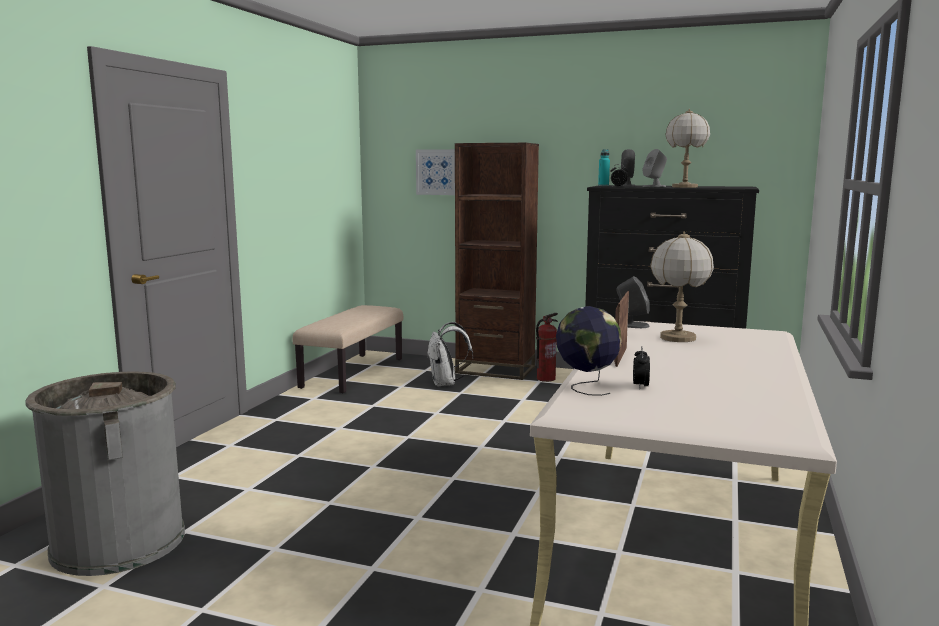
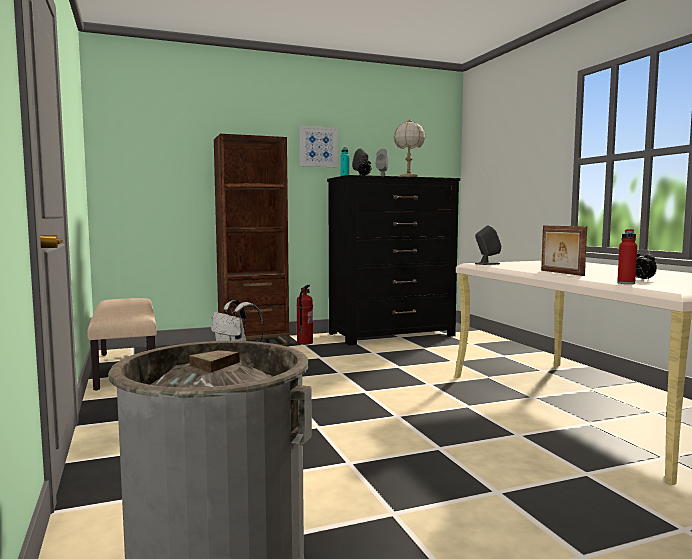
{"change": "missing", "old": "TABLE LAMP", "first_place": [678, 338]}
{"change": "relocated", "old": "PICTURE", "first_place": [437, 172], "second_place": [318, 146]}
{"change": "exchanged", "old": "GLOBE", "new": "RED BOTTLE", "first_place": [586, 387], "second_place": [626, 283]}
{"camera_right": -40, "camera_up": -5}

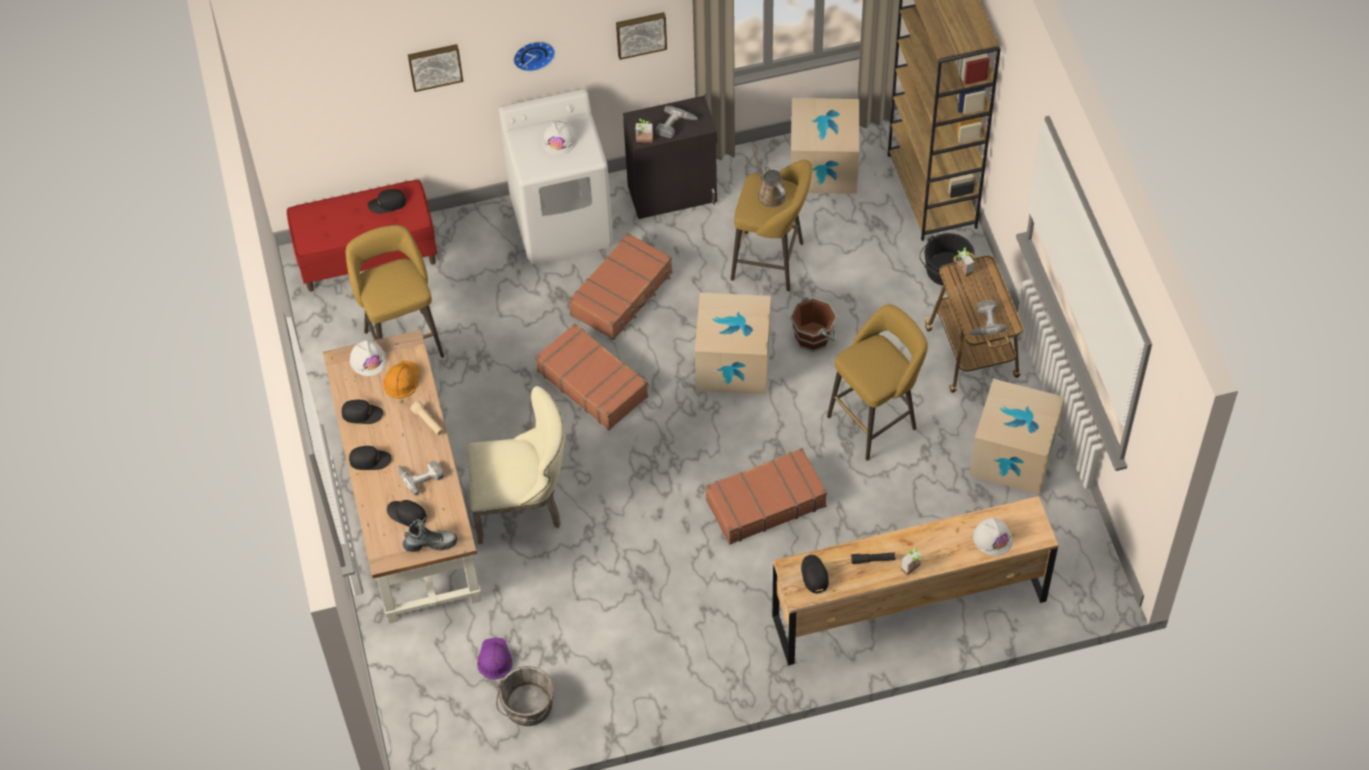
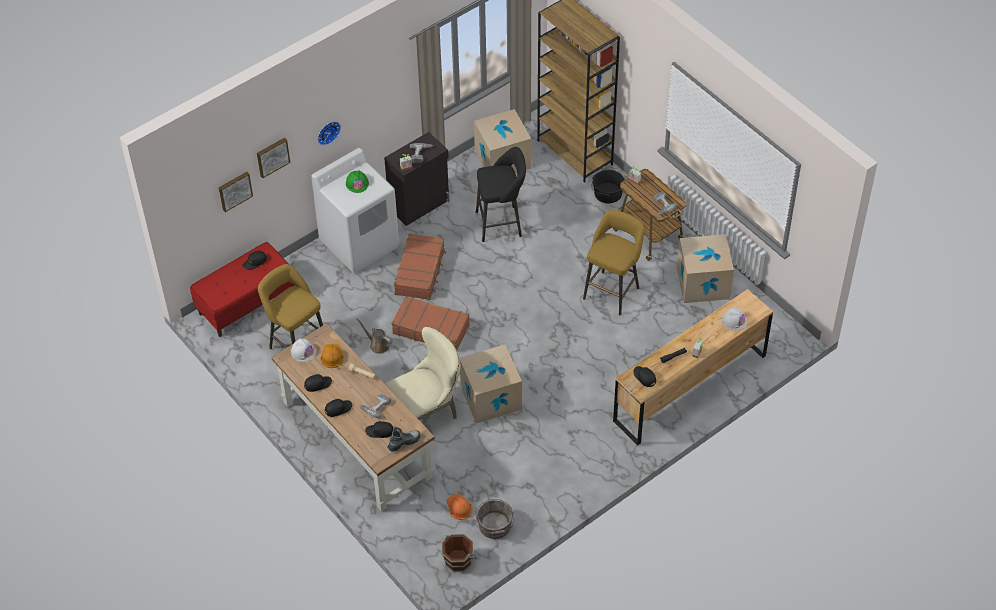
{"change": "missing", "old": "BROWN SUITCASE", "first_place": [765, 502]}
{"change": "relocated", "old": "PICTURE", "first_place": [641, 33], "second_place": [234, 190]}
{"change": "relocated", "old": "CARDBOARD BOX", "first_place": [733, 363], "second_place": [491, 398]}
{"change": "relocated", "old": "BROWN WATERING CAN", "first_place": [769, 193], "second_place": [377, 345]}
{"change": "relocated", "old": "BROWN BUCKET", "first_place": [813, 336], "second_place": [458, 560]}
{"change": "colour", "old": "PURPLE HARD HAT", "new": "ORANGE HARD HAT", "first_place": [494, 659], "second_place": [459, 507]}
{"change": "colour", "old": "WHITE HARD HAT", "new": "GREEN HARD HAT", "first_place": [559, 140], "second_place": [357, 183]}
{"change": "colour", "old": "YELLOW STOOL", "new": "BLACK STOOL", "first_place": [772, 262], "second_place": [502, 223]}
{"camera_right": -25, "camera_up": -5}

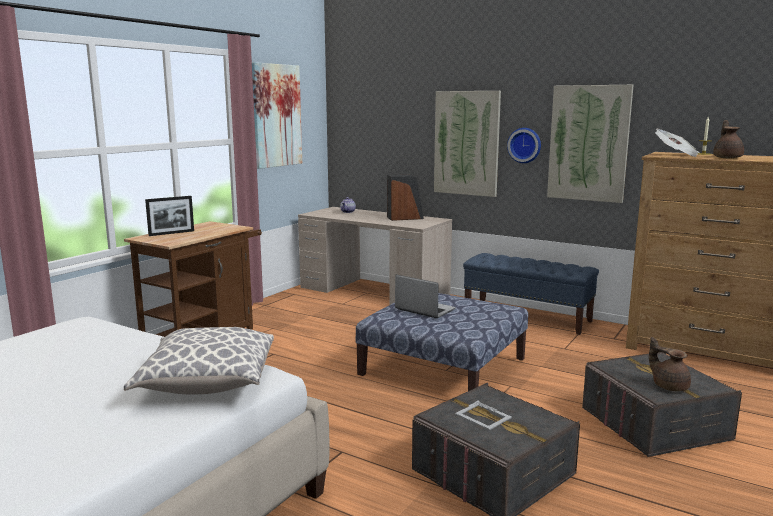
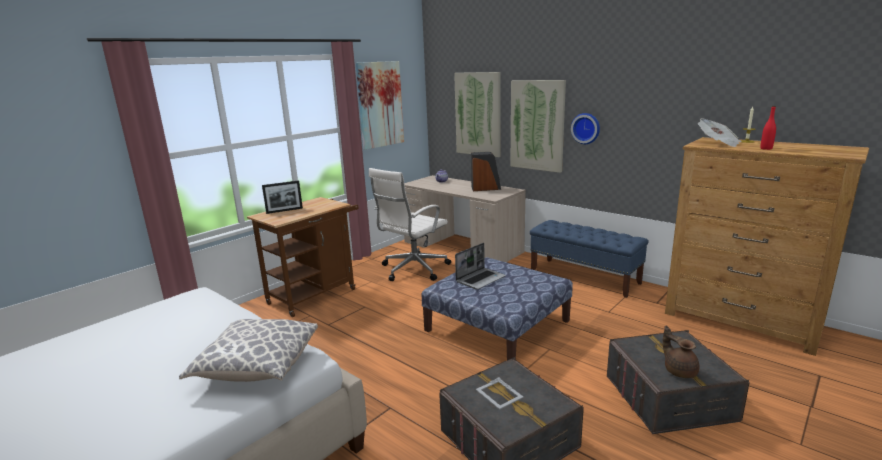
{"change": "appeared", "new": "WHITE OFFICE CHAIR", "second_place": [413, 269]}
{"change": "relocated", "old": "PICTURE", "first_place": [588, 143], "second_place": [478, 114]}
{"change": "exchanged", "old": "BROWN TEAPOT", "new": "RED BOTTLE", "first_place": [727, 158], "second_place": [766, 148]}
{"change": "spun", "old": "LAPTOP", "first_place": [424, 309], "second_place": [480, 279], "degrees": 90}
{"camera_right": 10, "camera_up": 5}

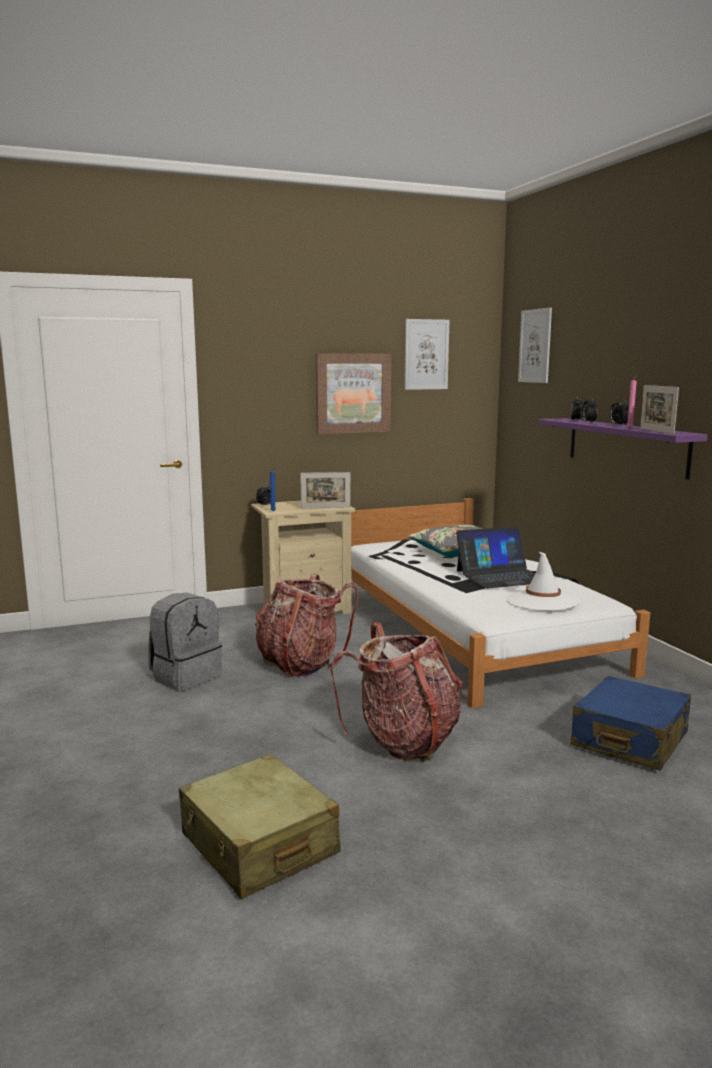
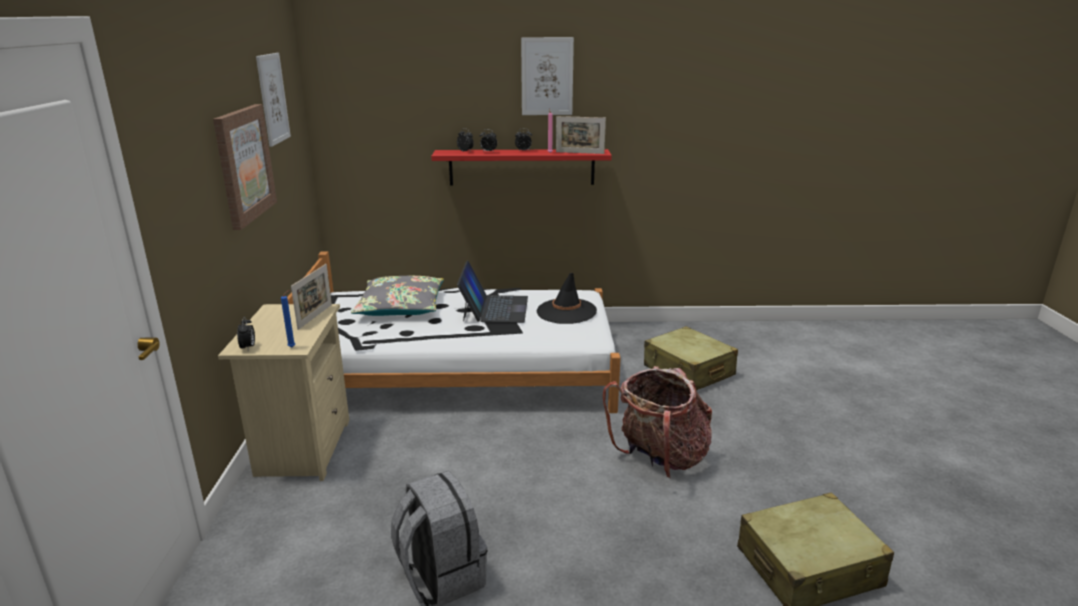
{"change": "missing", "old": "BACKPACK", "first_place": [301, 663]}
{"change": "relocated", "old": "PICTURE", "first_place": [535, 346], "second_place": [547, 76]}
{"change": "colour", "old": "WHITE HAT", "new": "BLACK HAT", "first_place": [542, 601], "second_place": [566, 311]}
{"change": "colour", "old": "PURPLE SHELF", "new": "RED SHELF", "first_place": [626, 446], "second_place": [522, 167]}
{"change": "colour", "old": "BLUE SUITCASE", "new": "BEIGE SUITCASE", "first_place": [629, 740], "second_place": [688, 371]}
{"camera_right": -70, "camera_up": 10}

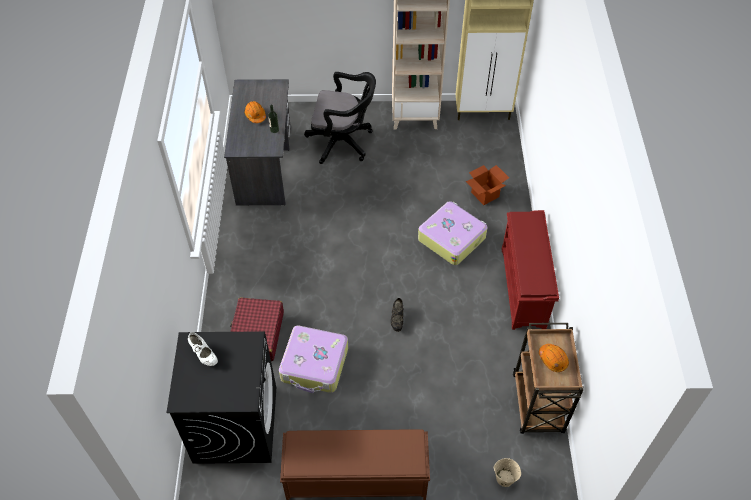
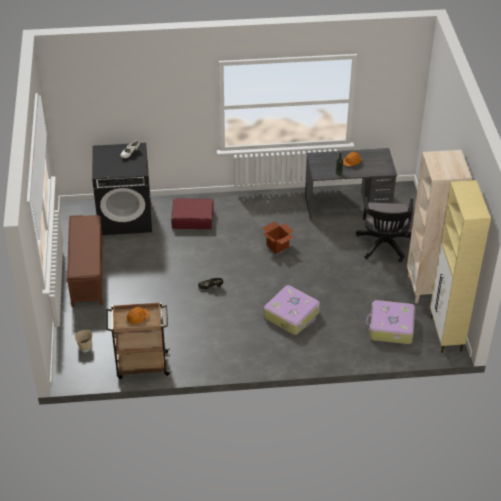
{"change": "missing", "old": "RED SHOE RACK", "first_place": [524, 288]}
{"change": "relocated", "old": "SUITCASE", "first_place": [315, 365], "second_place": [390, 327]}
{"change": "relocated", "old": "CARDBOARD BOX", "first_place": [485, 194], "second_place": [277, 246]}
{"camera_right": 85, "camera_up": -10}

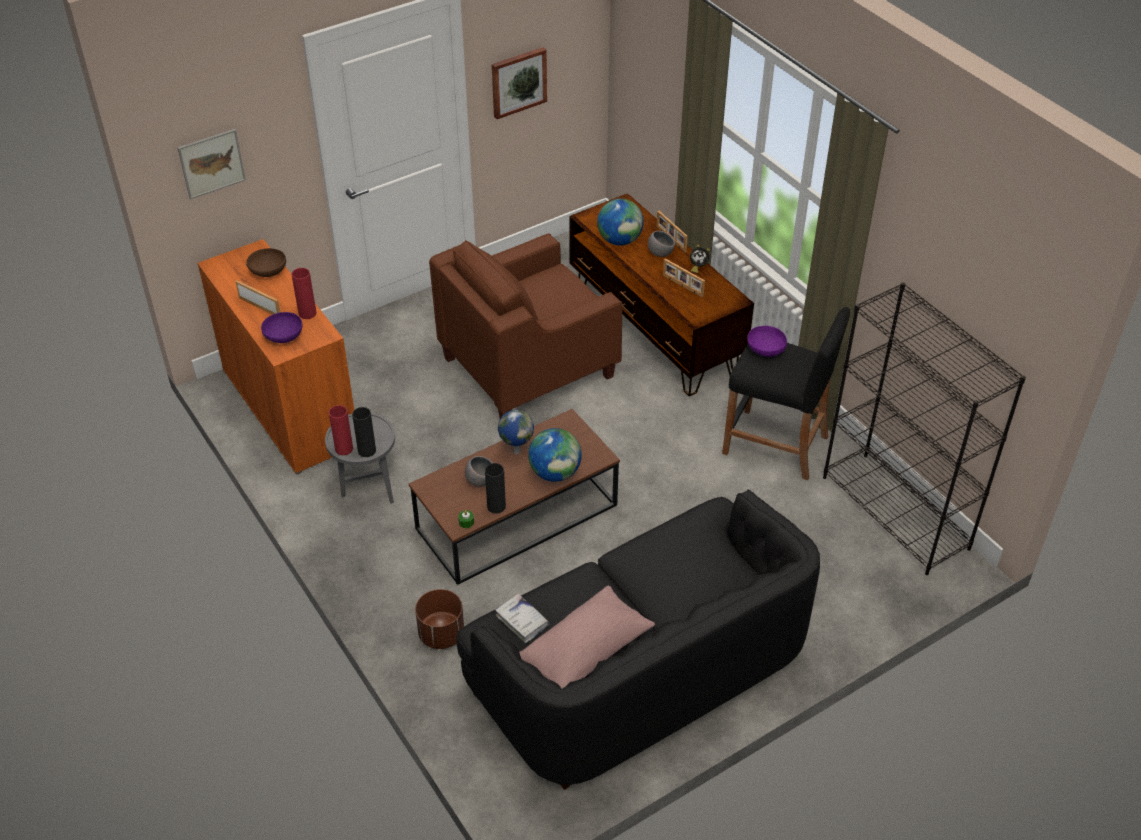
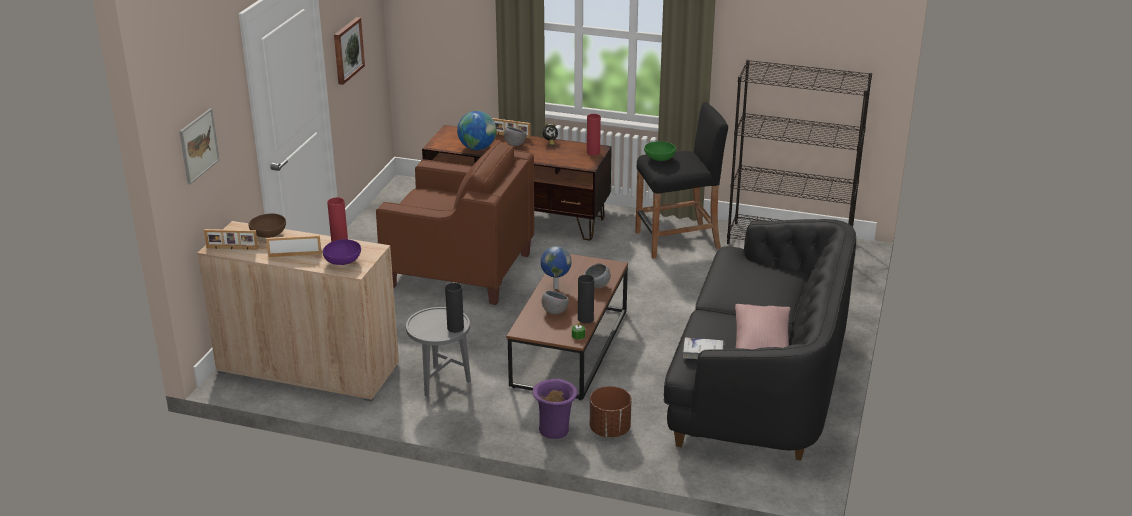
{"change": "appeared", "new": "PURPLE VASE", "second_place": [555, 430]}
{"change": "relocated", "old": "RED VASE", "first_place": [344, 449], "second_place": [593, 152]}
{"change": "relocated", "old": "PICTURE FRAME", "first_place": [682, 286], "second_place": [232, 248]}
{"change": "exchanged", "old": "GLOBE", "new": "GREY BOWL", "first_place": [555, 473], "second_place": [597, 286]}
{"change": "colour", "old": "ORANGE CABINET", "new": "BEIGE CABINET", "first_place": [290, 408], "second_place": [308, 368]}
{"change": "colour", "old": "PURPLE BOWL", "new": "GREEN BOWL", "first_place": [765, 350], "second_place": [659, 159]}
{"change": "spun", "old": "BROWN ARMCHAIR", "first_place": [528, 367], "second_place": [459, 270], "degrees": -90}
{"camera_right": -40, "camera_up": -15}

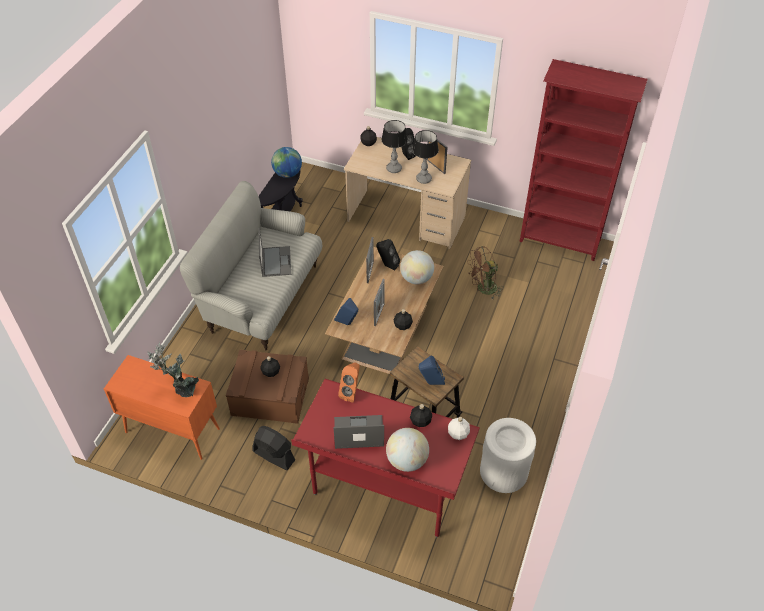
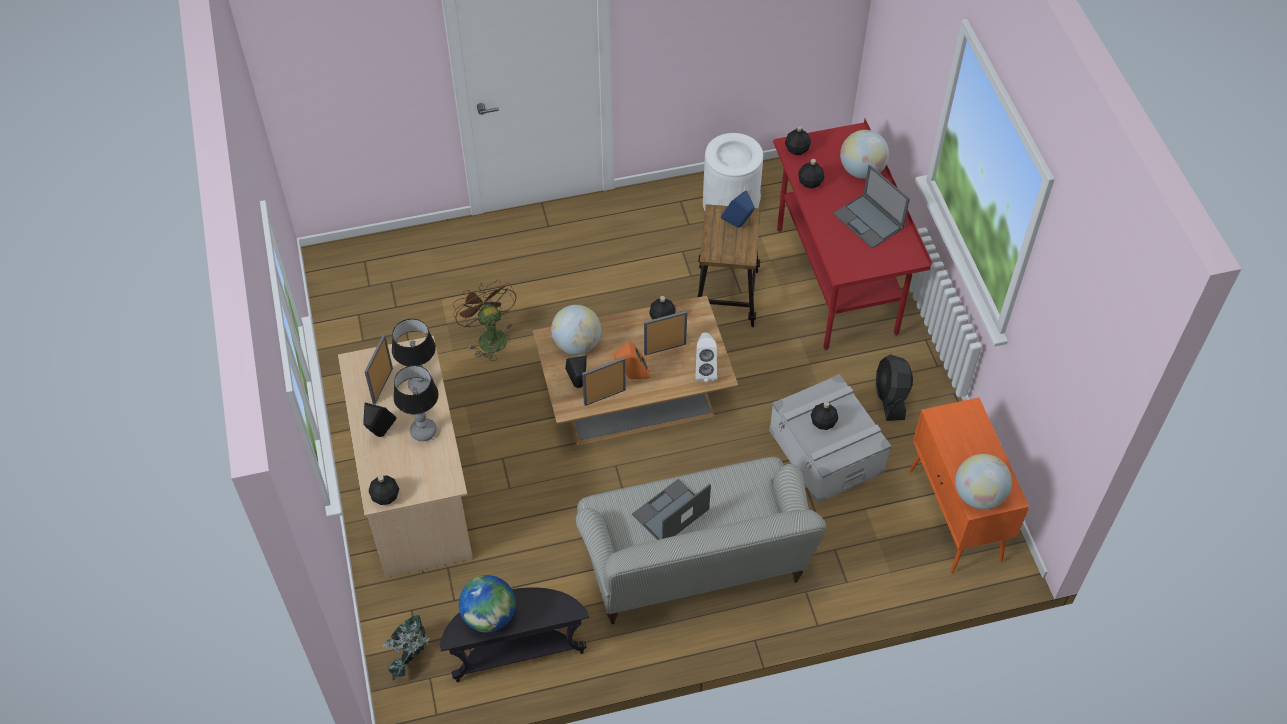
{"change": "missing", "old": "RED BOOKCASE", "first_place": [560, 241]}
{"change": "appeared", "new": "GLOBE", "second_place": [978, 495]}
{"change": "relocated", "old": "POTTED PLANT", "first_place": [181, 389], "second_place": [411, 660]}
{"change": "relocated", "old": "ORANGE SPEAKER", "first_place": [351, 392], "second_place": [632, 377]}
{"change": "colour", "old": "BROWN STORAGE BOX", "new": "GREY STORAGE BOX", "first_place": [270, 396], "second_place": [826, 451]}
{"change": "colour", "old": "BLUE SPEAKER", "new": "WHITE SPEAKER", "first_place": [347, 323], "second_place": [704, 371]}
{"change": "colour", "old": "WHITE BOTTLE", "new": "BLACK BOTTLE", "first_place": [458, 433], "second_place": [796, 150]}
{"change": "spun", "old": "BROWN FAN", "first_place": [483, 289], "second_place": [489, 336], "degrees": -150}
{"camera_right": -125, "camera_up": 5}

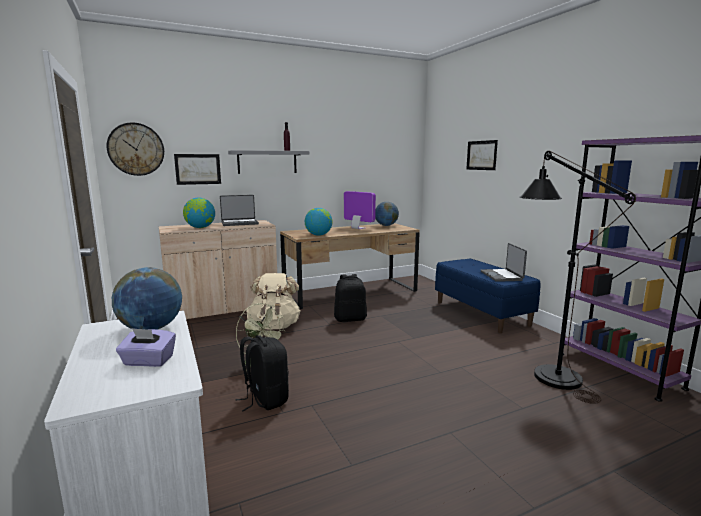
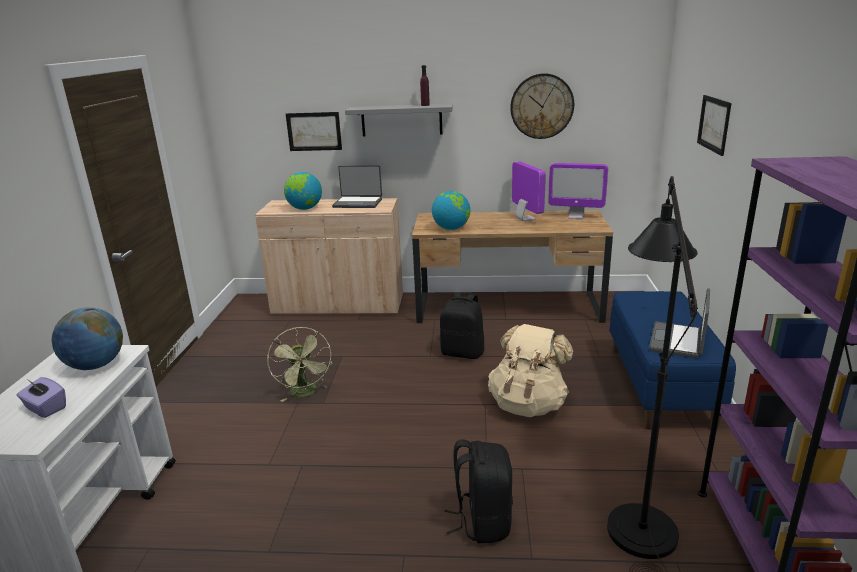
{"change": "relocated", "old": "WALL CLOCK", "first_place": [136, 149], "second_place": [542, 106]}
{"change": "relocated", "old": "BLACK BACKPACK", "first_place": [265, 399], "second_place": [482, 521]}
{"change": "relocated", "old": "BEIGE BACKPACK", "first_place": [274, 326], "second_place": [528, 404]}
{"change": "exchanged", "old": "GLOBE", "new": "MONITOR", "first_place": [386, 225], "second_place": [575, 216]}
{"camera_right": 30, "camera_up": 10}

